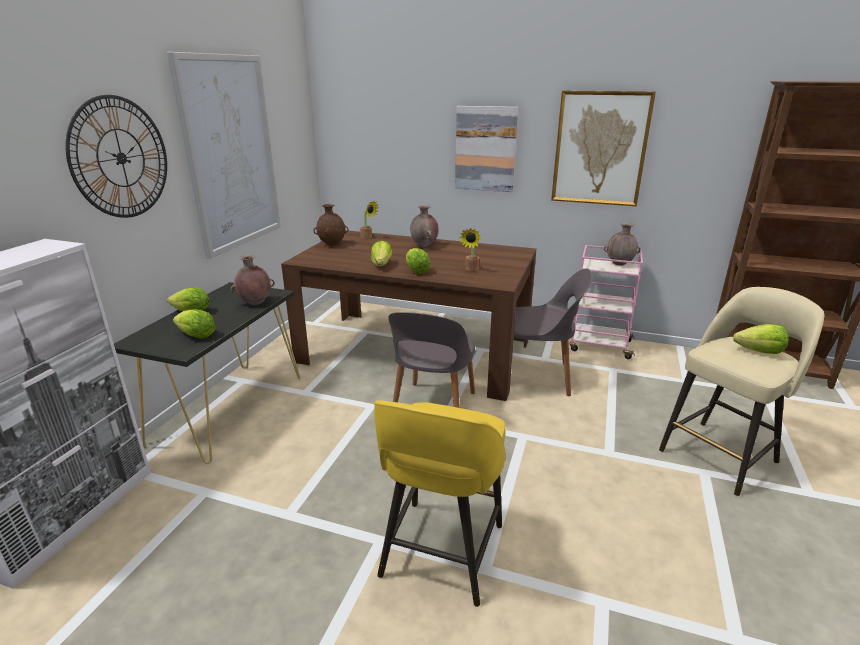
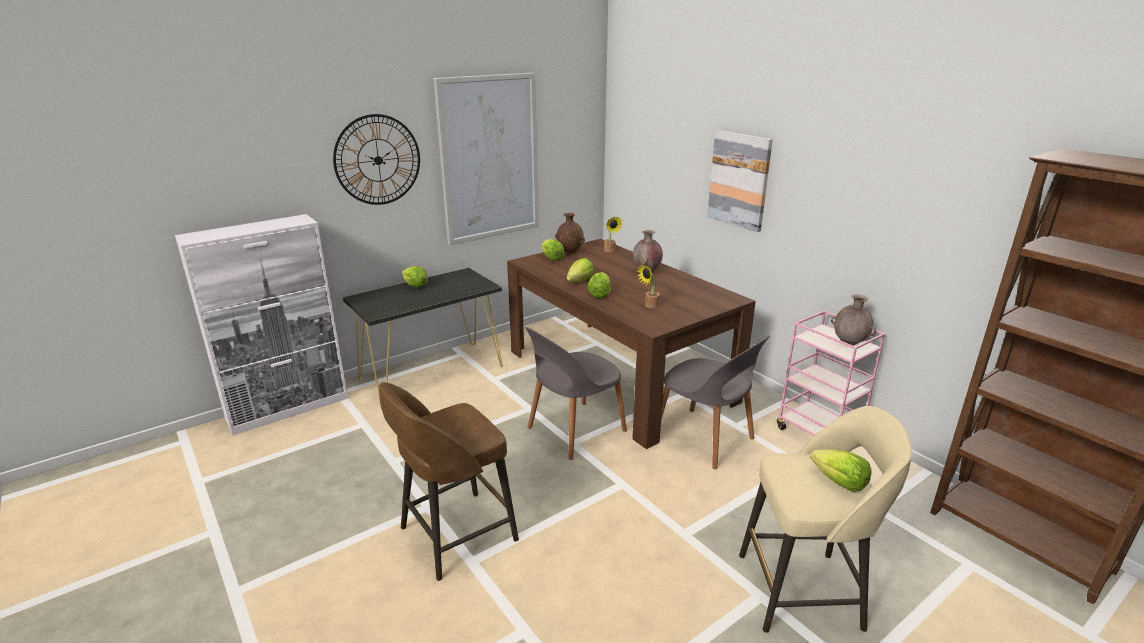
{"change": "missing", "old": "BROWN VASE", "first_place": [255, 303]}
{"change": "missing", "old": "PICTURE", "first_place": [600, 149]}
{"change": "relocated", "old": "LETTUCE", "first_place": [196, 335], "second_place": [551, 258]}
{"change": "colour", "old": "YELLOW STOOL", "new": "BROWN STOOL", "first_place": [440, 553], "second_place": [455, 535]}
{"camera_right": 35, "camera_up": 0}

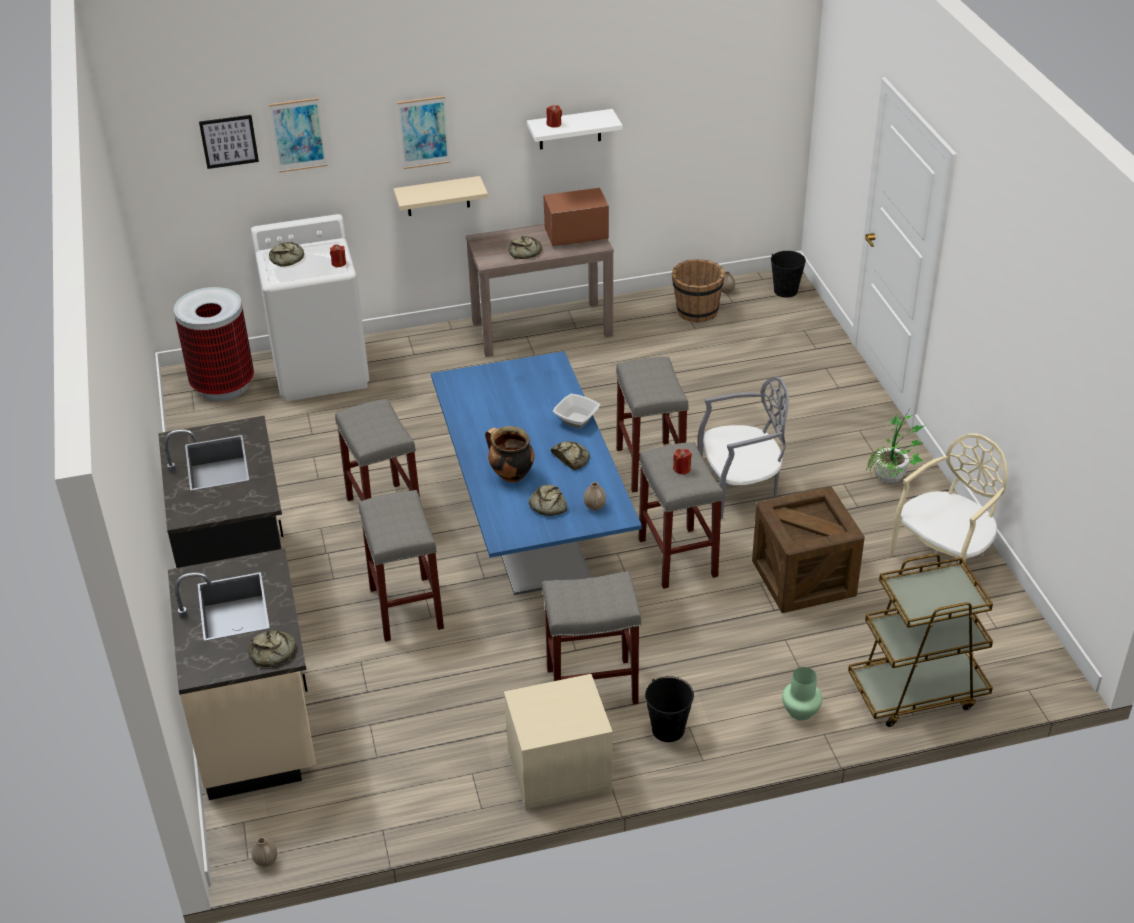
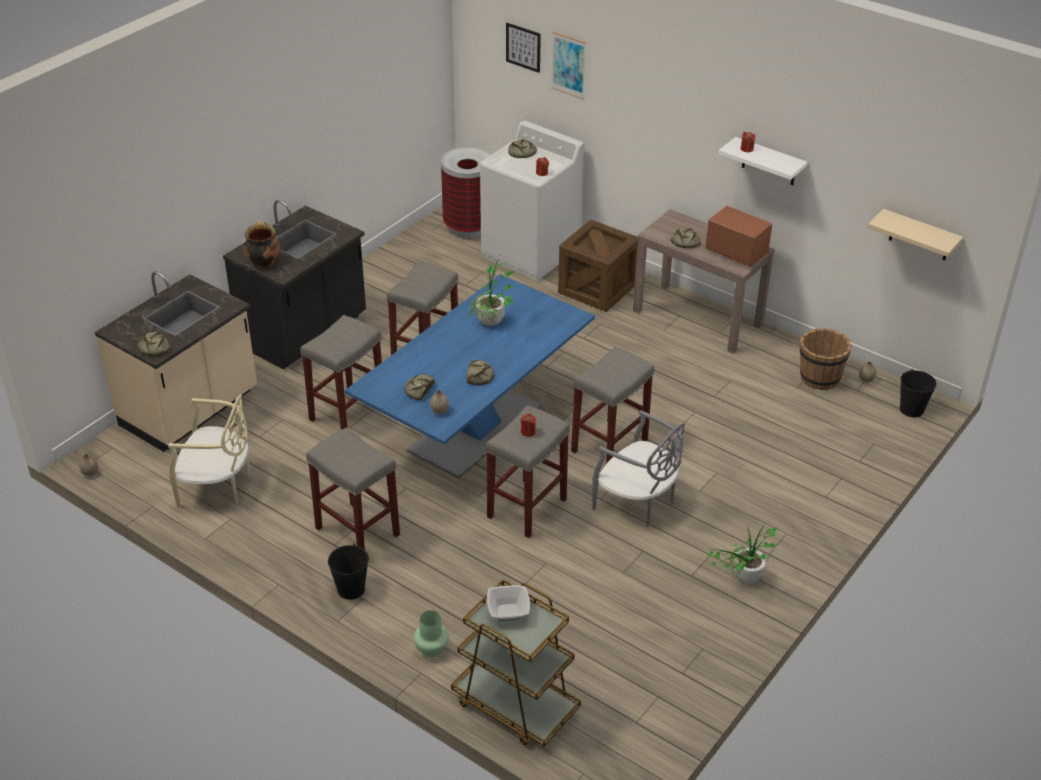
{"change": "missing", "old": "PICTURE", "first_place": [424, 132]}
{"change": "missing", "old": "BEIGE NIGHTSTAND", "first_place": [558, 772]}
{"change": "appeared", "new": "POTTED PLANT", "second_place": [491, 325]}
{"change": "relocated", "old": "BEIGE SHELF", "first_place": [438, 196], "second_place": [919, 236]}
{"change": "relocated", "old": "COOKING POT", "first_place": [510, 475], "second_place": [264, 262]}
{"change": "relocated", "old": "BOWL", "first_place": [577, 420], "second_place": [508, 613]}
{"change": "relocated", "old": "CRATE", "first_place": [803, 578], "second_place": [597, 289]}
{"change": "relocated", "old": "BEIGE CHAIR", "first_place": [944, 558], "second_place": [217, 487]}
{"camera_right": 50, "camera_up": 0}

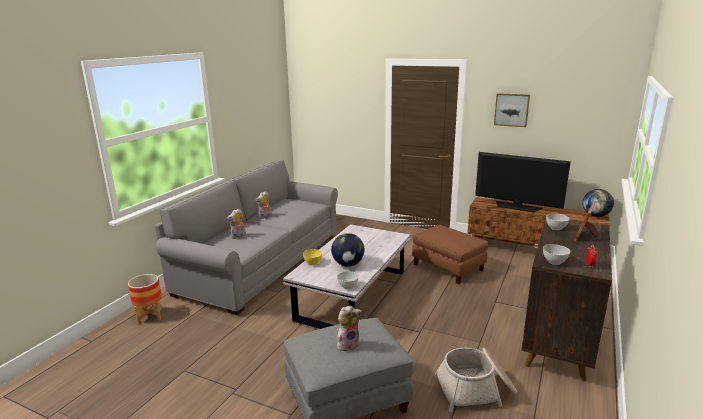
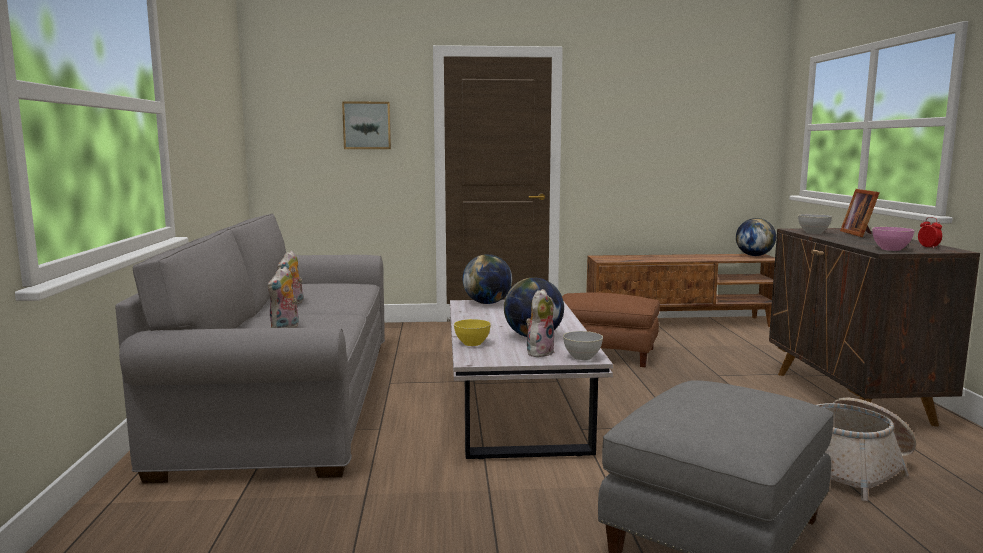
{"change": "missing", "old": "PLANTER", "first_place": [150, 316]}
{"change": "missing", "old": "TELEVISION", "first_place": [517, 207]}
{"change": "appeared", "new": "GLOBE", "second_place": [487, 303]}
{"change": "relocated", "old": "PLUSH TOY", "first_place": [348, 344], "second_place": [539, 352]}
{"change": "relocated", "old": "PICTURE", "first_place": [511, 109], "second_place": [367, 125]}
{"change": "colour", "old": "GREY BOWL", "new": "PINK BOWL", "first_place": [554, 262], "second_place": [891, 249]}
{"camera_right": -30, "camera_up": -10}

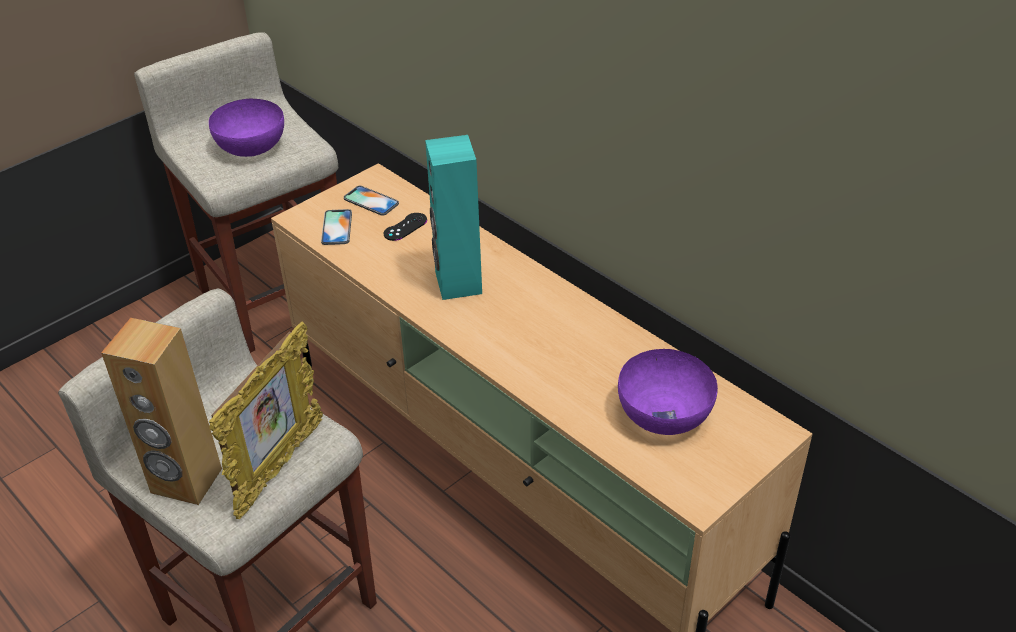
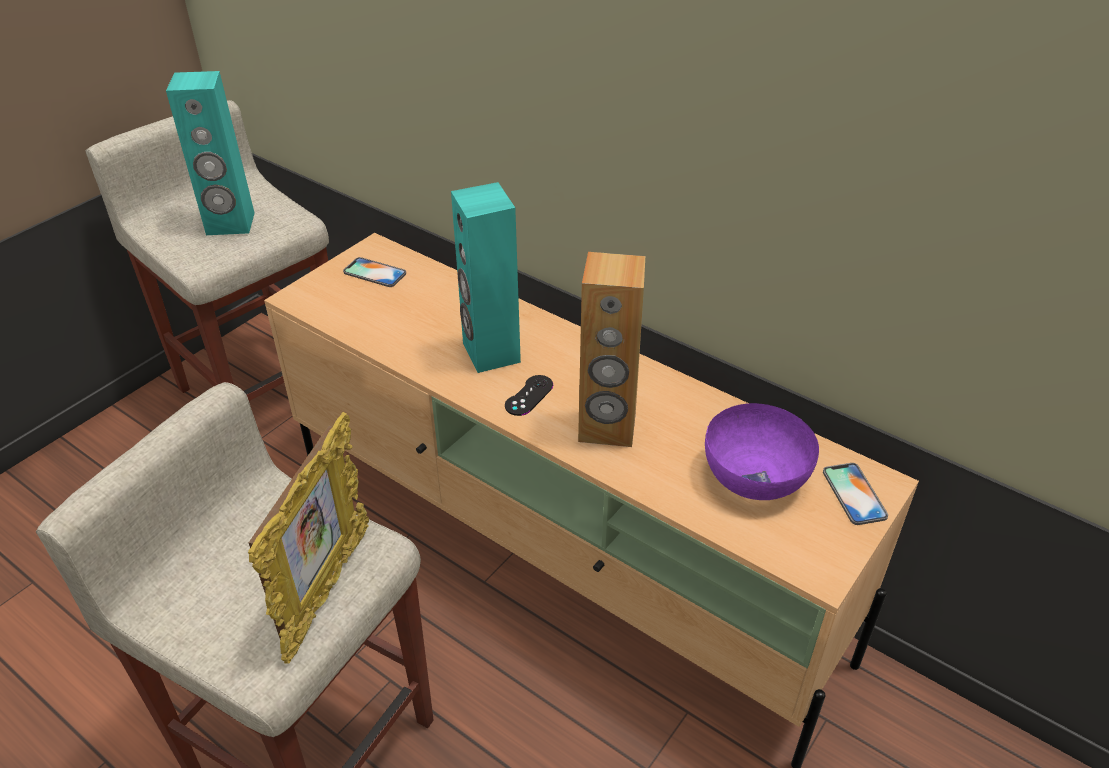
{"change": "relocated", "old": "BROWN SPEAKER", "first_place": [186, 481], "second_place": [607, 428]}
{"change": "relocated", "old": "PHONE", "first_place": [337, 227], "second_place": [854, 494]}
{"change": "relocated", "old": "BLACK GAME CONTROLLER", "first_place": [405, 227], "second_place": [529, 395]}
{"change": "exchanged", "old": "PURPLE BOWL", "new": "TURQUOISE SPEAKER", "first_place": [252, 146], "second_place": [230, 224]}
{"camera_right": -10, "camera_up": 0}

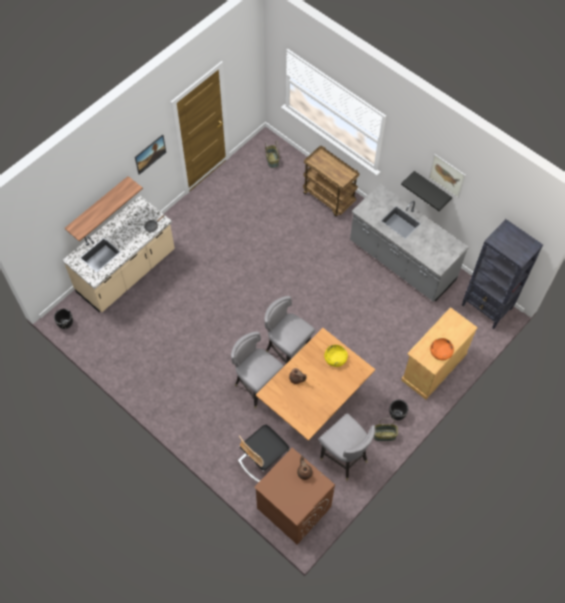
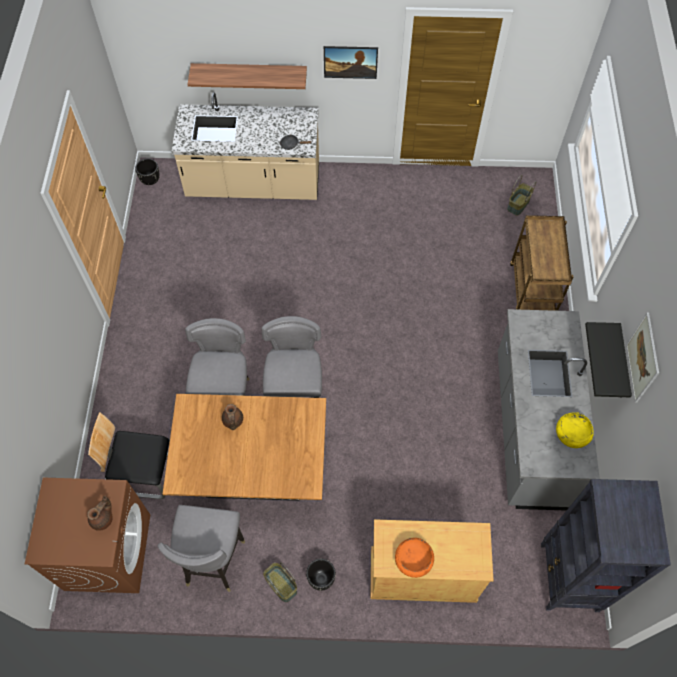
{"change": "relocated", "old": "YELLOW BOWL", "first_place": [335, 358], "second_place": [572, 433]}
{"camera_right": 50, "camera_up": 0}

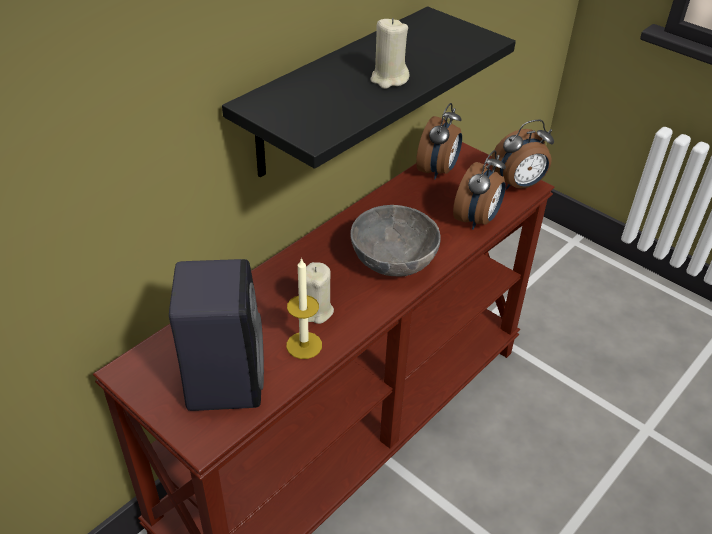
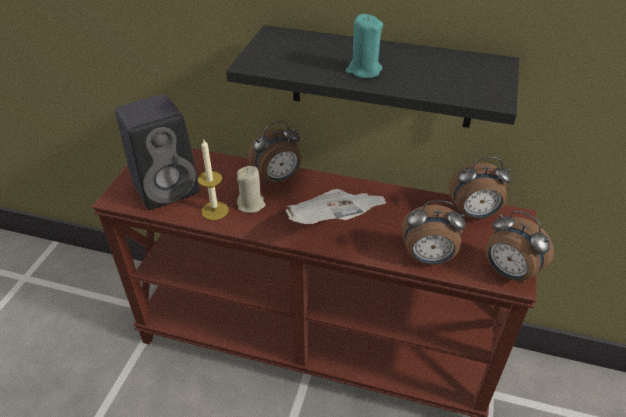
{"change": "appeared", "new": "ALARM CLOCK", "second_place": [278, 178]}
{"change": "exchanged", "old": "GREY BOWL", "new": "NEWSPAPER", "first_place": [393, 261], "second_place": [333, 224]}
{"change": "colour", "old": "BEIGE CANDLE", "new": "TURQUOISE CANDLE", "first_place": [389, 79], "second_place": [363, 70]}
{"camera_right": 65, "camera_up": 0}

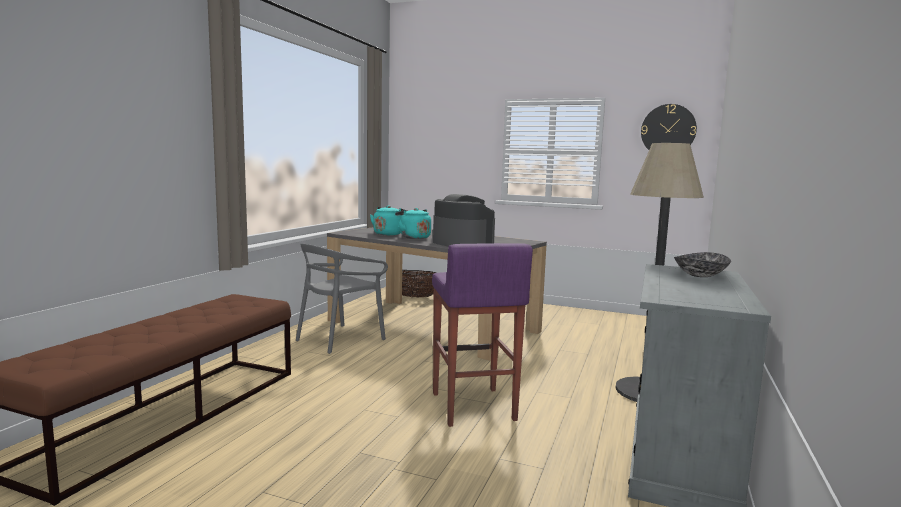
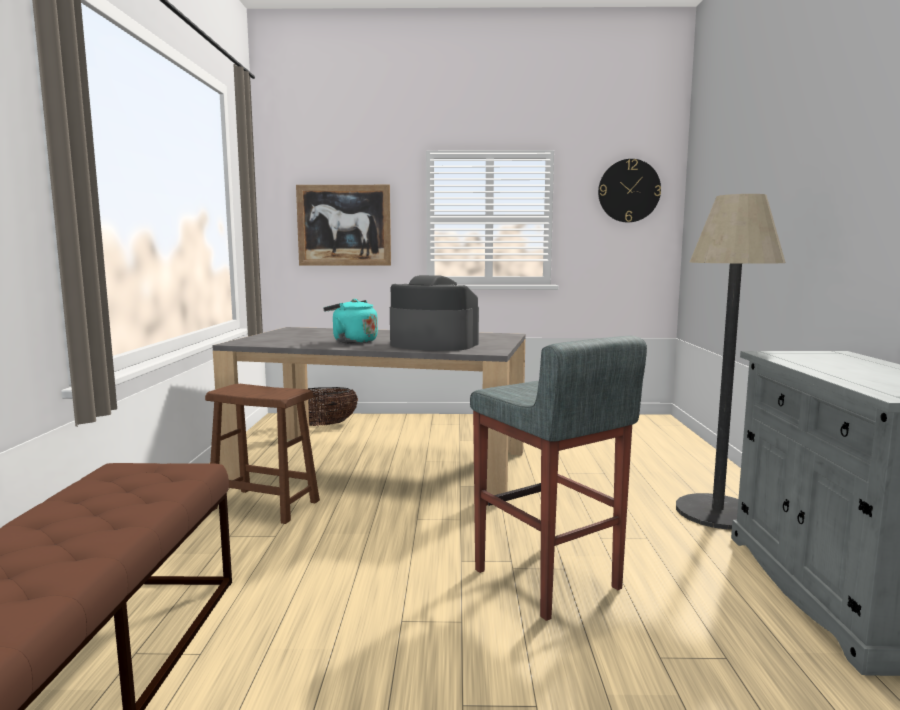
{"change": "missing", "old": "TURQUOISE KETTLE", "first_place": [388, 234]}
{"change": "missing", "old": "BOWL", "first_place": [699, 275]}
{"change": "appeared", "new": "PICTURE", "second_place": [344, 225]}
{"change": "exchanged", "old": "GREY CHAIR", "new": "BROWN STOOL", "first_place": [340, 339], "second_place": [264, 505]}
{"change": "colour", "old": "PURPLE STOOL", "new": "GREY STOOL", "first_place": [472, 407], "second_place": [546, 580]}
{"camera_right": -20, "camera_up": 0}

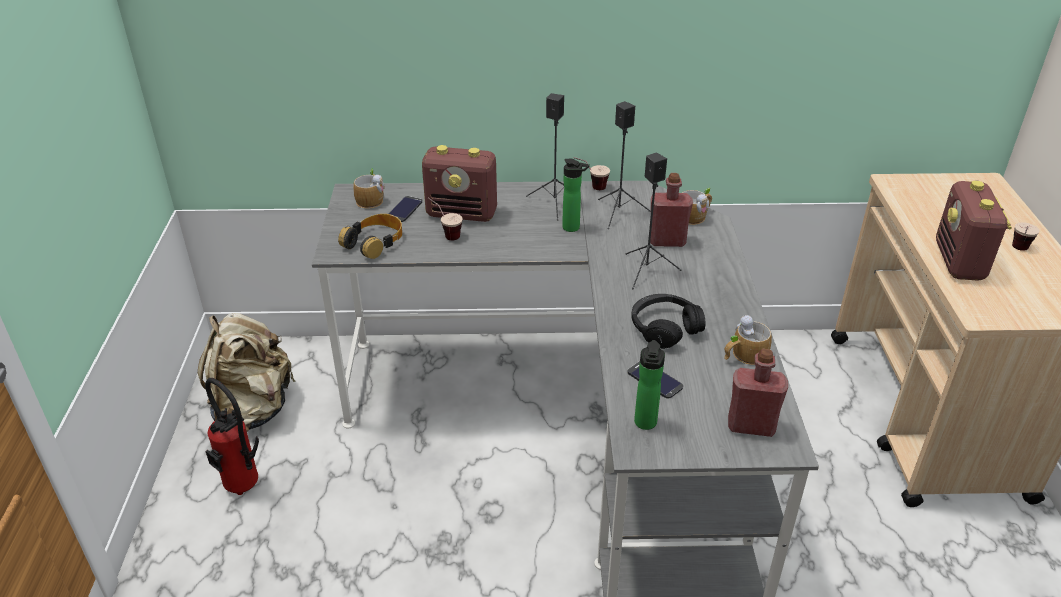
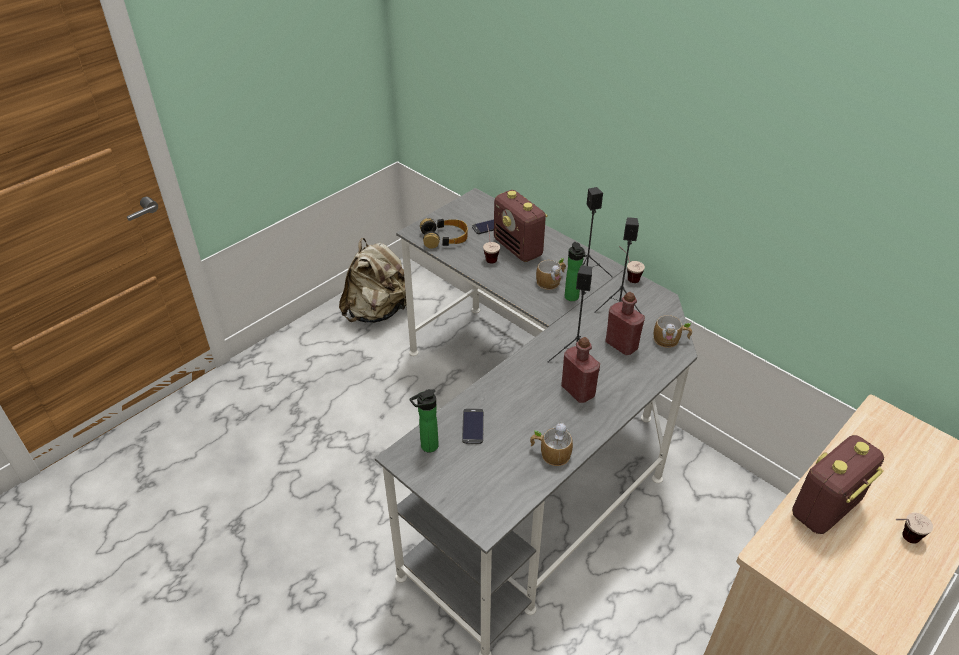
{"change": "missing", "old": "FIRE EXTINGUISHER", "first_place": [244, 489]}
{"change": "missing", "old": "BLACK HEADPHONES", "first_place": [664, 328]}
{"change": "relocated", "old": "MUG", "first_place": [371, 199], "second_place": [552, 281]}
{"change": "relocated", "old": "RED BOTTLE", "first_place": [751, 426], "second_place": [578, 391]}
{"camera_right": 45, "camera_up": 5}

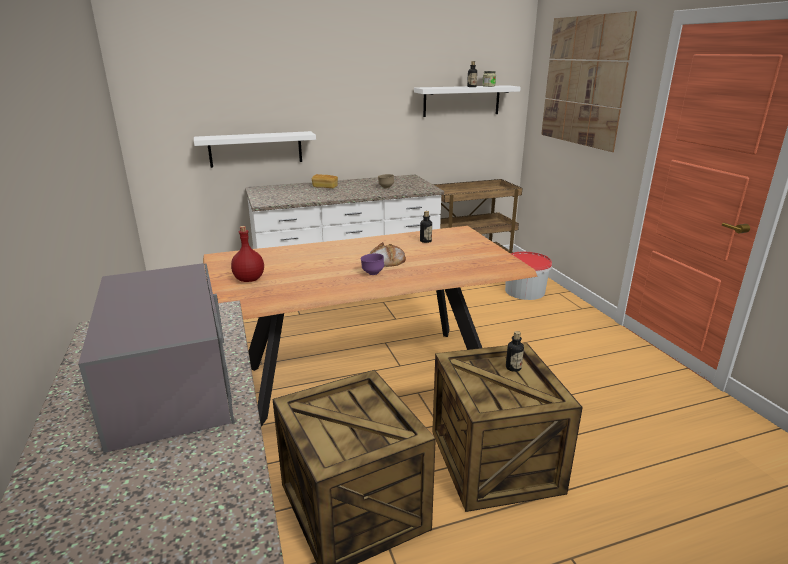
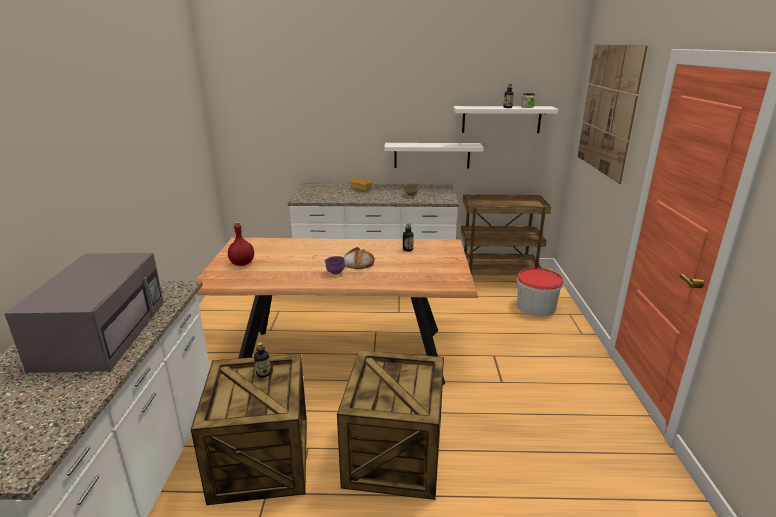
{"change": "relocated", "old": "WHITE SHELF", "first_place": [255, 149], "second_place": [432, 155]}
{"change": "relocated", "old": "BOTTLE", "first_place": [513, 368], "second_place": [263, 374]}
{"camera_right": 20, "camera_up": 0}

